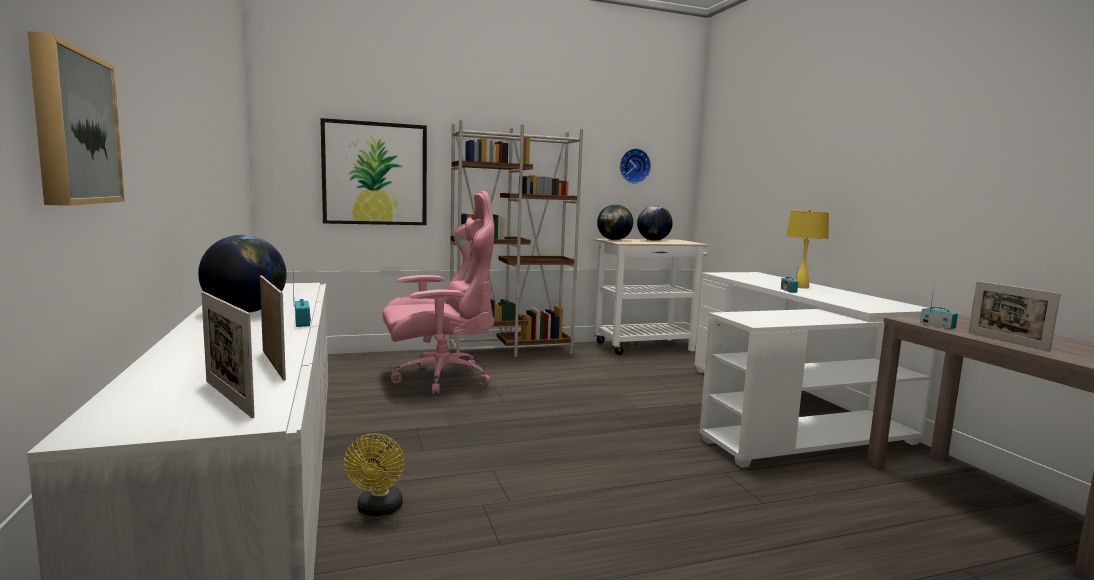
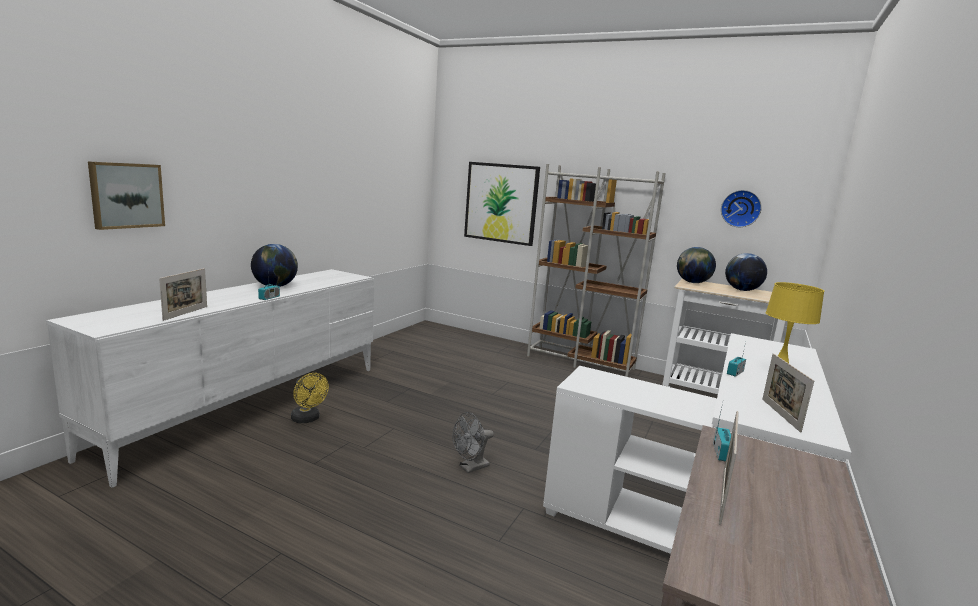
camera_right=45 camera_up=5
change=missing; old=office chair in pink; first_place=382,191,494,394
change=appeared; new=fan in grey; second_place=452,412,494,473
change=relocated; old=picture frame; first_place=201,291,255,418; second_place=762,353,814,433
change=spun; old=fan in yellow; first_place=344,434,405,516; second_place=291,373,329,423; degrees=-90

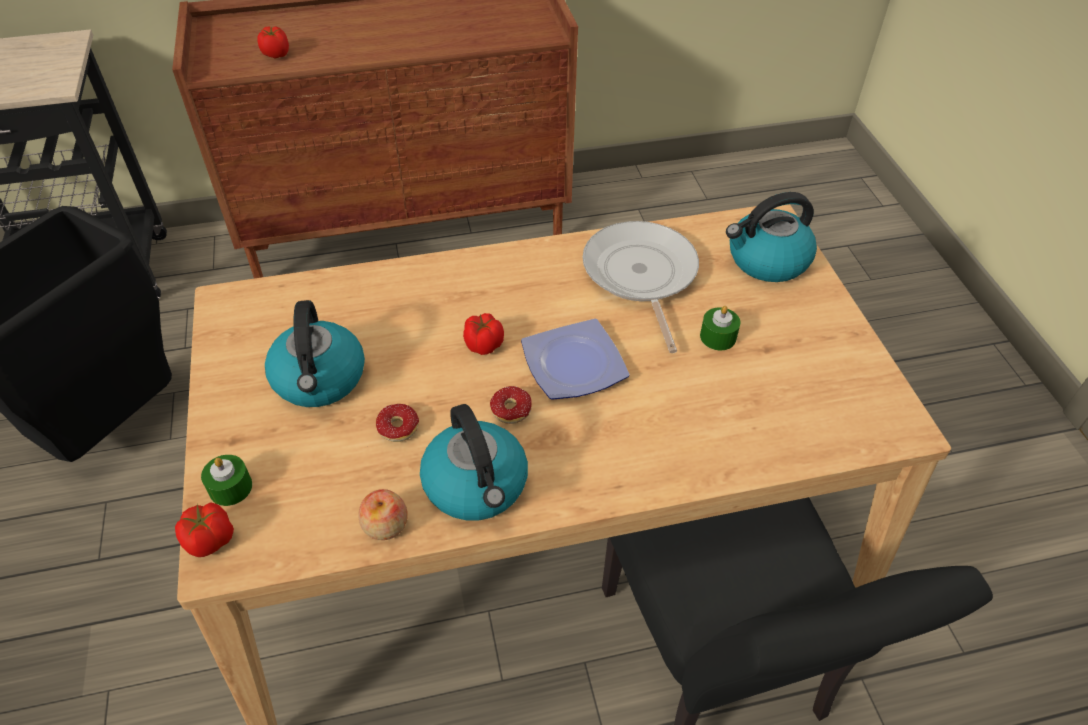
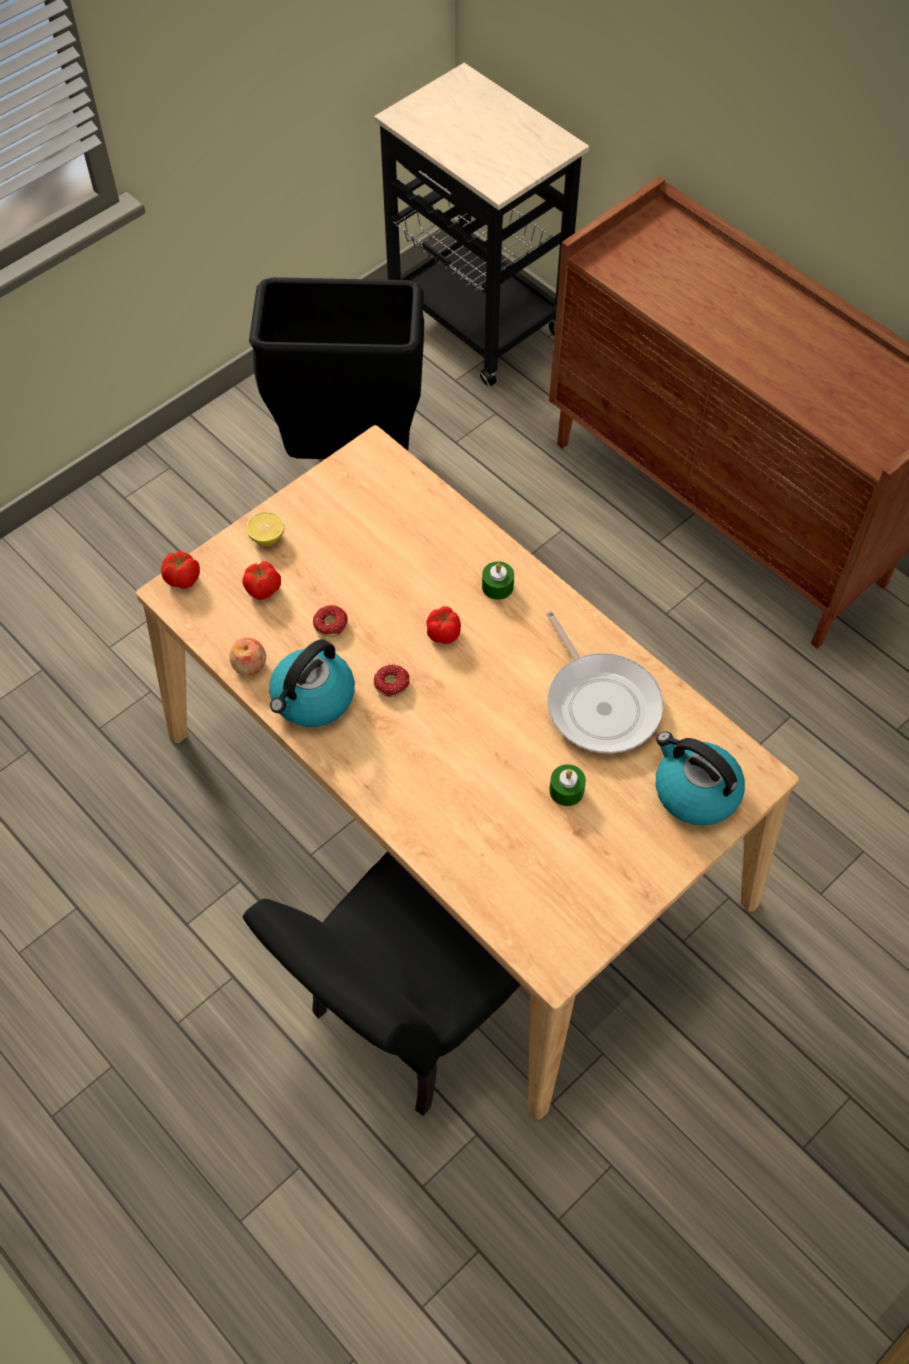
camera_right=60 camera_up=10
change=missing; old=kettle; first_place=265,300,365,407
change=missing; old=plate; first_place=521,319,630,400
change=appeared; new=lemon; second_place=246,511,284,545
change=relocated; old=candle in green; first_place=201,455,252,506; second_place=482,561,514,600
change=relocated; old=tomato; first_place=257,26,289,59; second_place=242,561,281,600
change=spun; old=frying pan; first_place=582,221,699,353; second_place=546,611,663,753; degrees=105

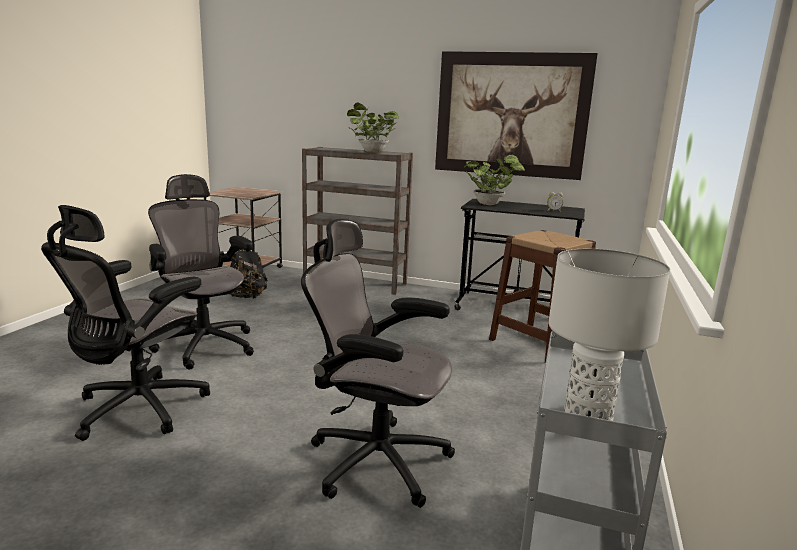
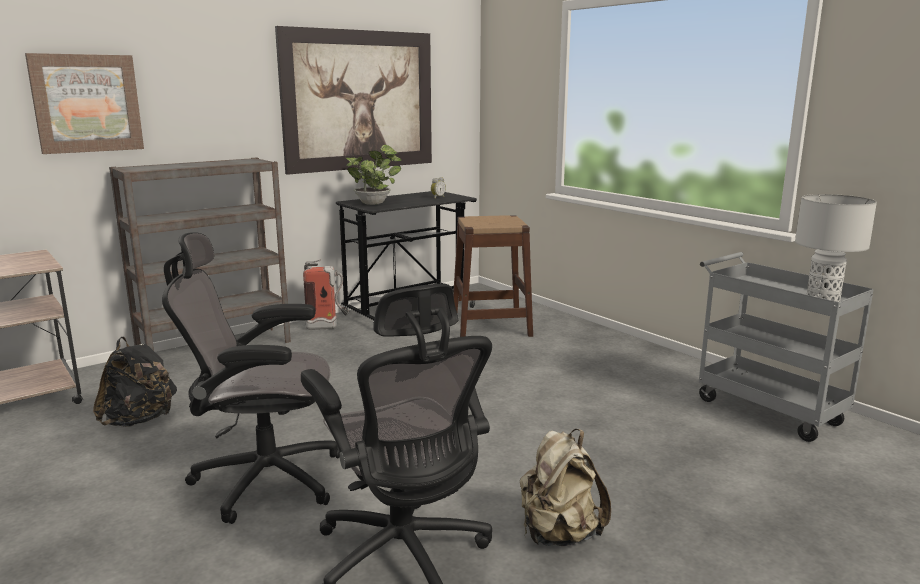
camera_right=-55 camera_up=0
change=missing; old=office chair; first_place=301,219,455,508
change=missing; old=potted plant; first_place=347,102,399,153
change=appeared; new=picture; second_place=25,53,144,154
change=appeared; new=fire extinguisher; second_place=303,260,349,330
change=appeared; new=backpack in beige; second_place=520,429,611,546

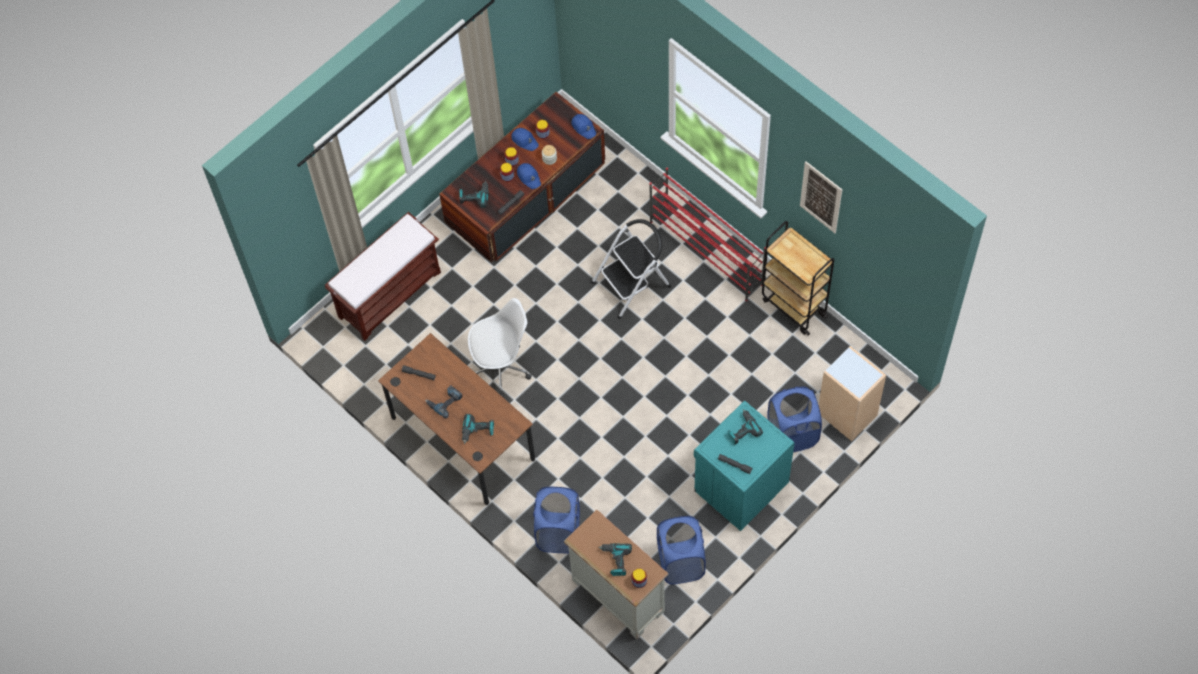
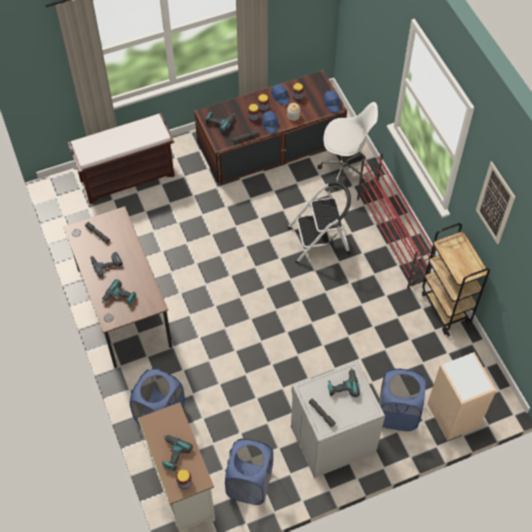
camera_right=20 camera_up=-5
change=relocated; old=office chair in white; first_place=468,298,532,398; second_place=317,102,378,189
change=colour; old=washing machine in turquoise; new=washing machine in white; first_place=694,400,795,531; second_place=291,361,385,478

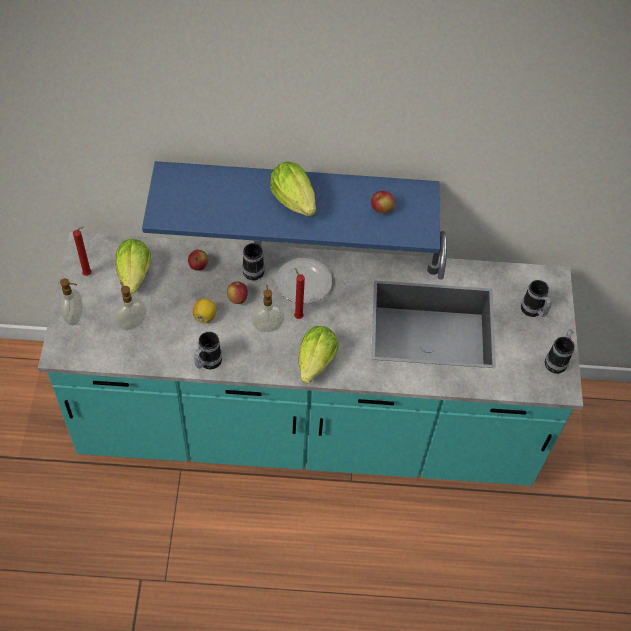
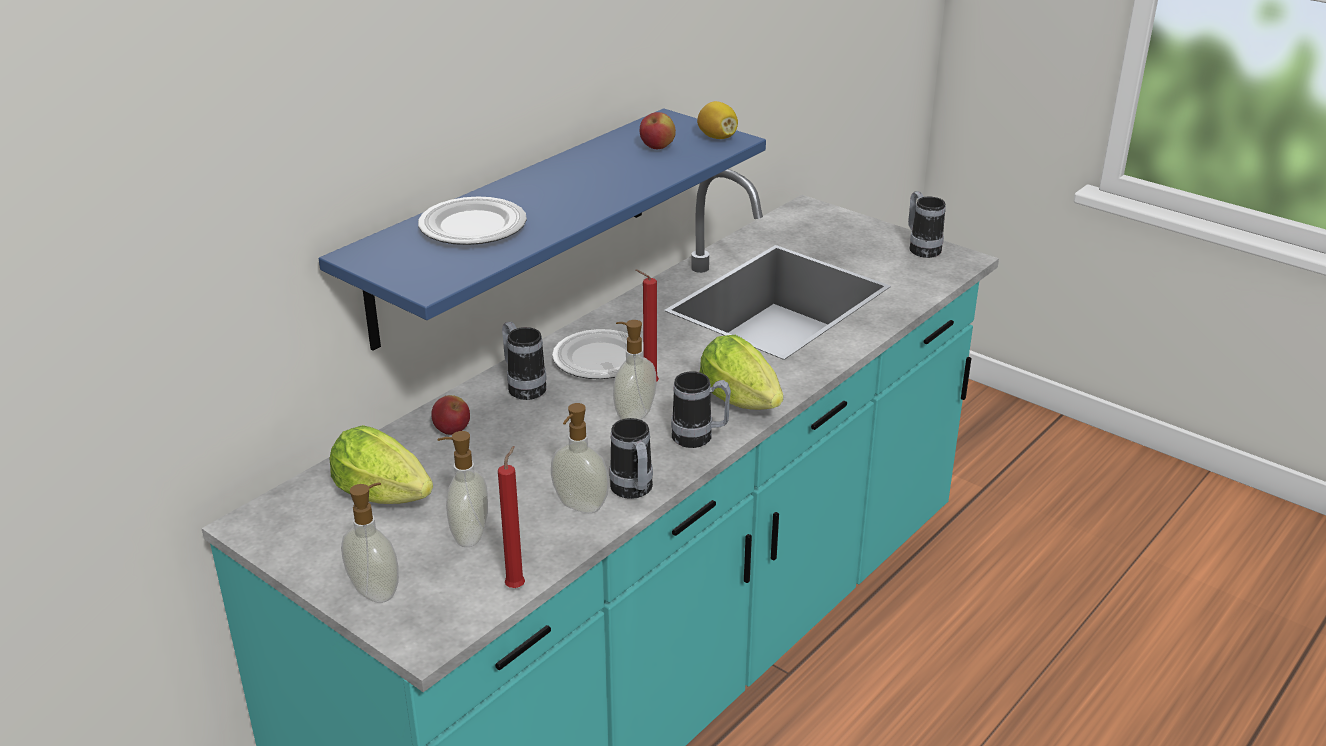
camera_right=-50 camera_up=-25
change=missing; old=apple; first_place=227,282,248,304
change=missing; old=lettuce; first_place=270,162,316,217
change=appeared; new=plate; second_place=418,196,527,245
change=appeared; new=soap dispenser; second_place=551,403,609,513
change=relocated; old=candle in red; first_place=73,226,92,276; second_place=498,446,525,588
change=relocated; old=lemon; first_place=193,299,217,324; second_place=697,101,738,139
change=relocated; old=mug; first_place=521,280,552,317; second_place=671,371,731,448

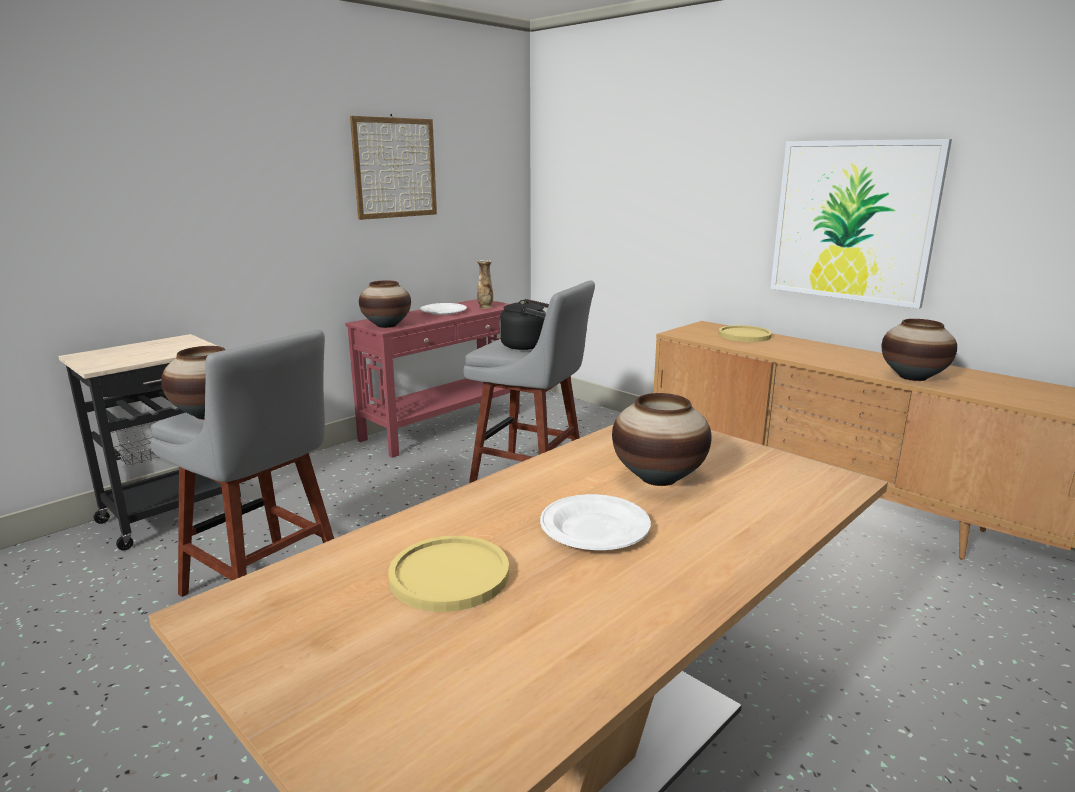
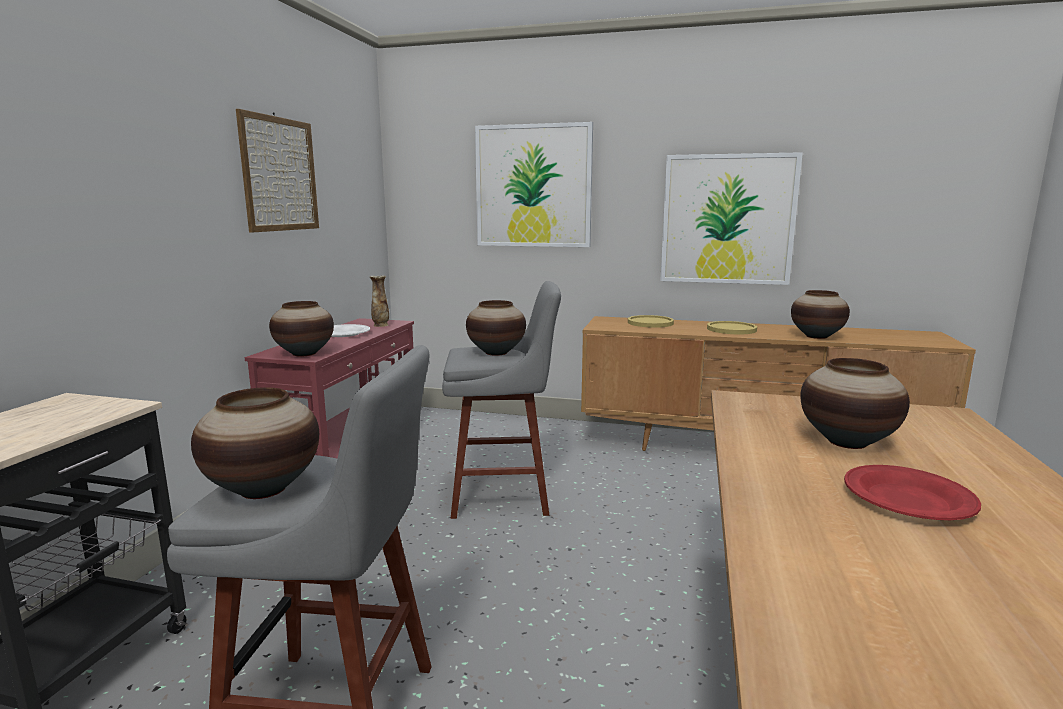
camera_right=-30 camera_up=-5
change=appeared; new=picture; second_place=475,122,593,247
change=relocated; old=plate in yellow; first_place=388,536,509,612; second_place=707,321,757,334
change=exchanged; old=kettle in black; new=vase; first_place=500,299,549,350; second_place=466,300,526,356
change=colour; old=plate in white; new=plate in red; first_place=540,494,651,550; second_place=844,465,981,520

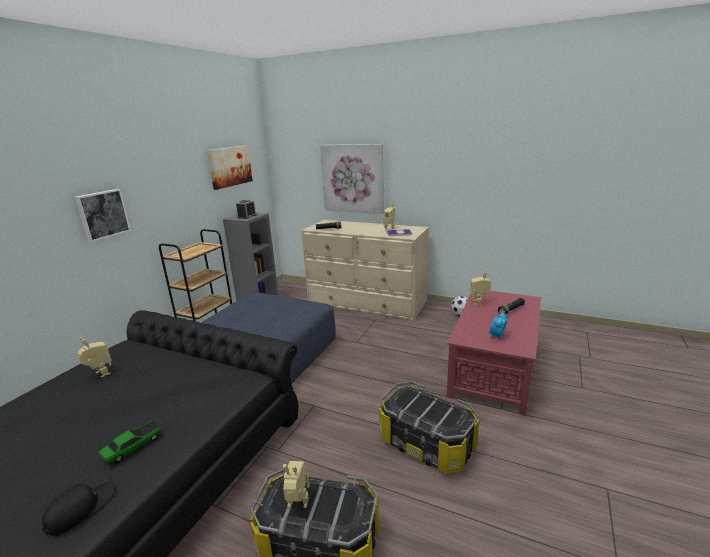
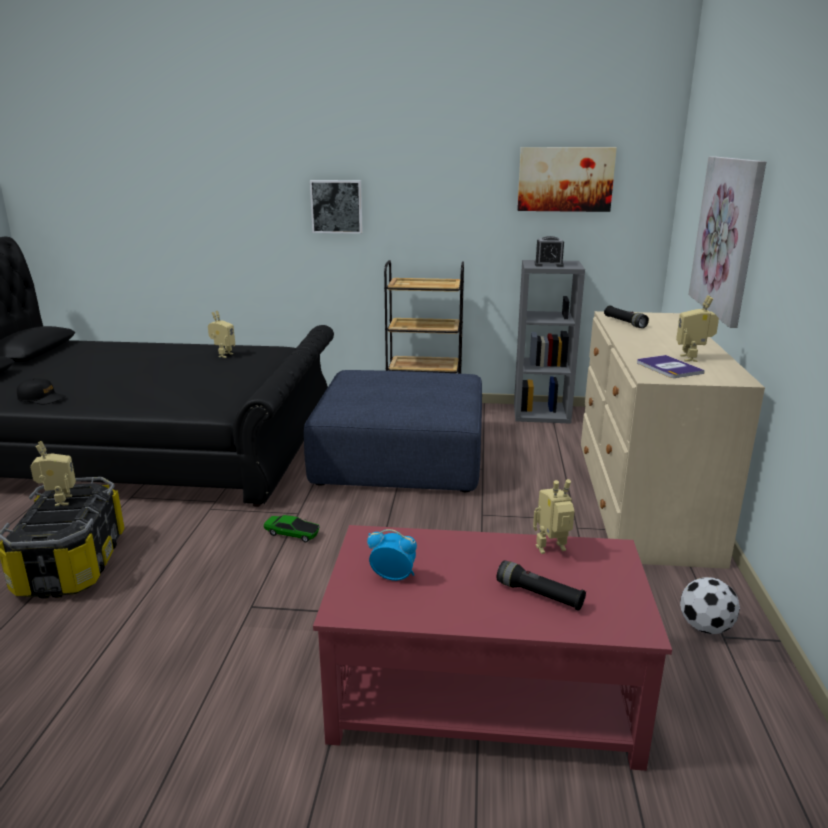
camera_right=70 camera_up=0
change=missing; old=storage box; first_place=379,382,479,474
change=relocated; old=toy car; first_place=99,421,160,463; second_place=263,515,319,542

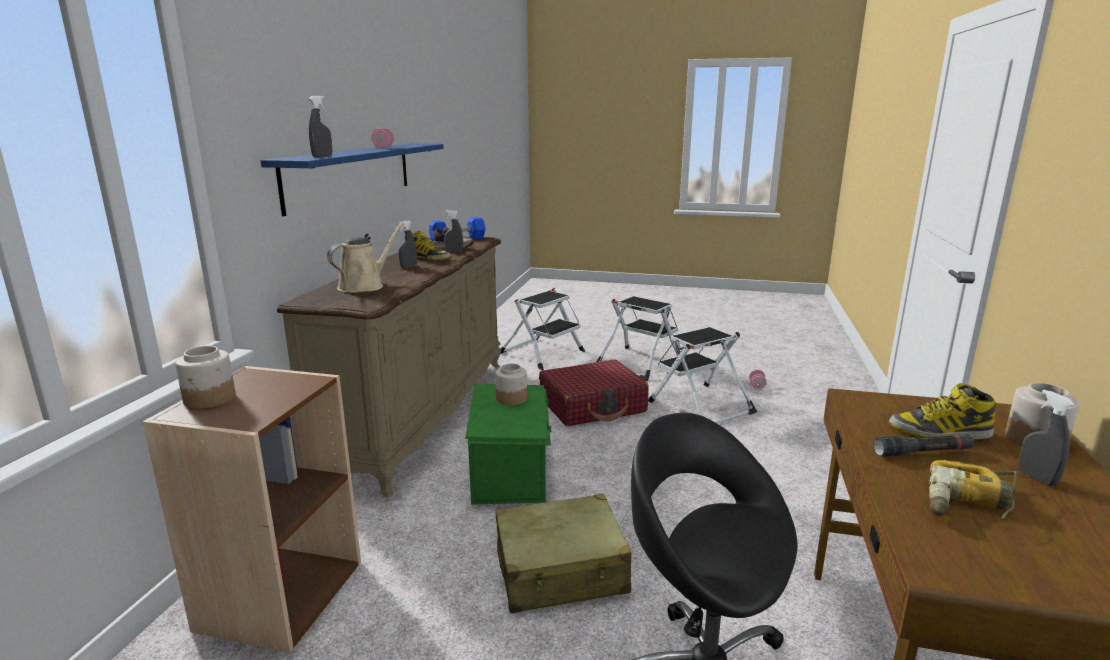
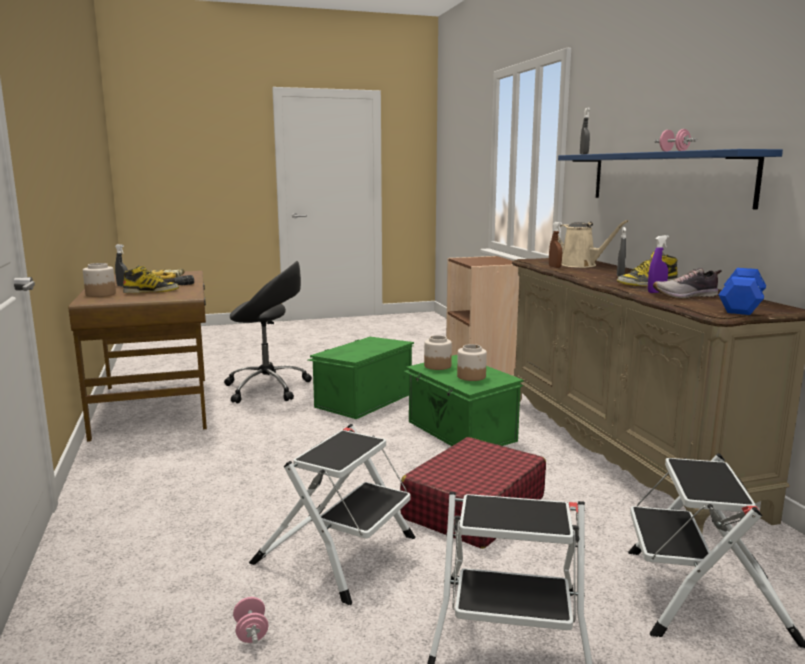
camera_right=150 camera_up=-5
change=appeared; new=spray bottle in brown; second_place=549,222,562,268
change=relocated; old=jar; first_place=175,346,235,409; second_place=424,335,452,370
change=exchanged; old=suitcase in beige; new=storage box in green; first_place=495,494,631,613; second_place=308,337,414,419
change=colour; old=spray bottle in grey; new=spray bottle in purple; first_place=444,210,463,253; second_place=648,235,669,293
change=spun; old=watering can in beige; first_place=327,223,404,293; second_place=558,220,629,268; degrees=-45

